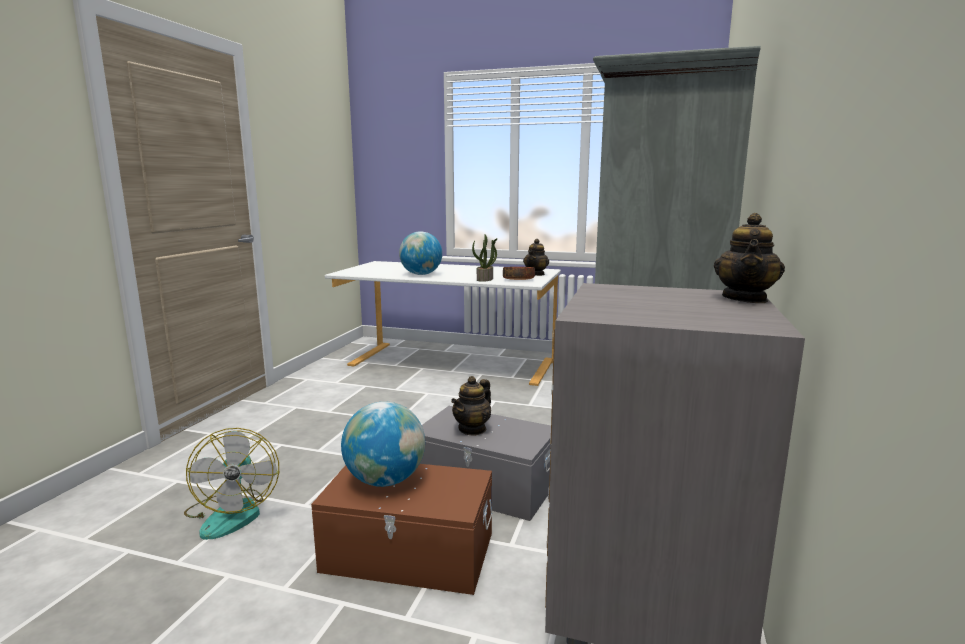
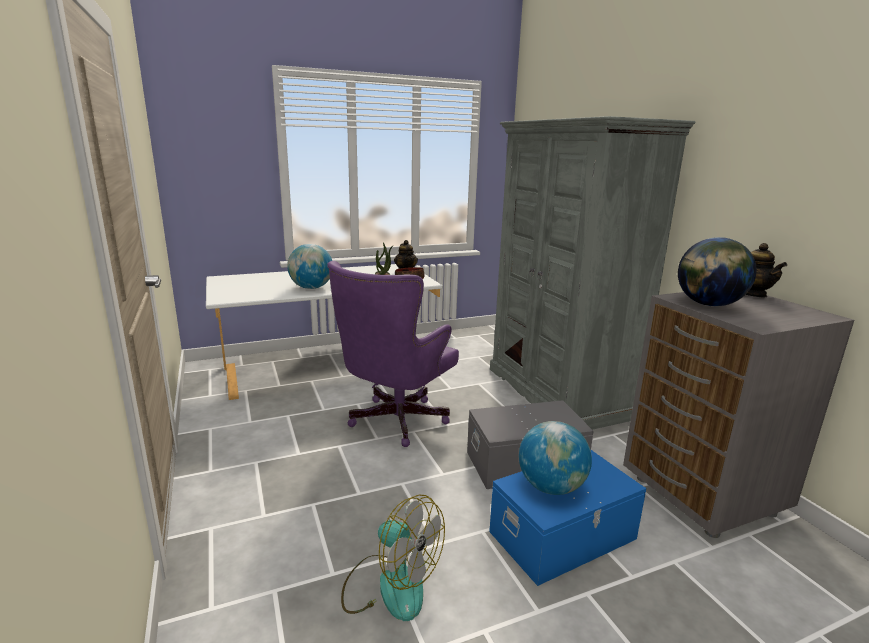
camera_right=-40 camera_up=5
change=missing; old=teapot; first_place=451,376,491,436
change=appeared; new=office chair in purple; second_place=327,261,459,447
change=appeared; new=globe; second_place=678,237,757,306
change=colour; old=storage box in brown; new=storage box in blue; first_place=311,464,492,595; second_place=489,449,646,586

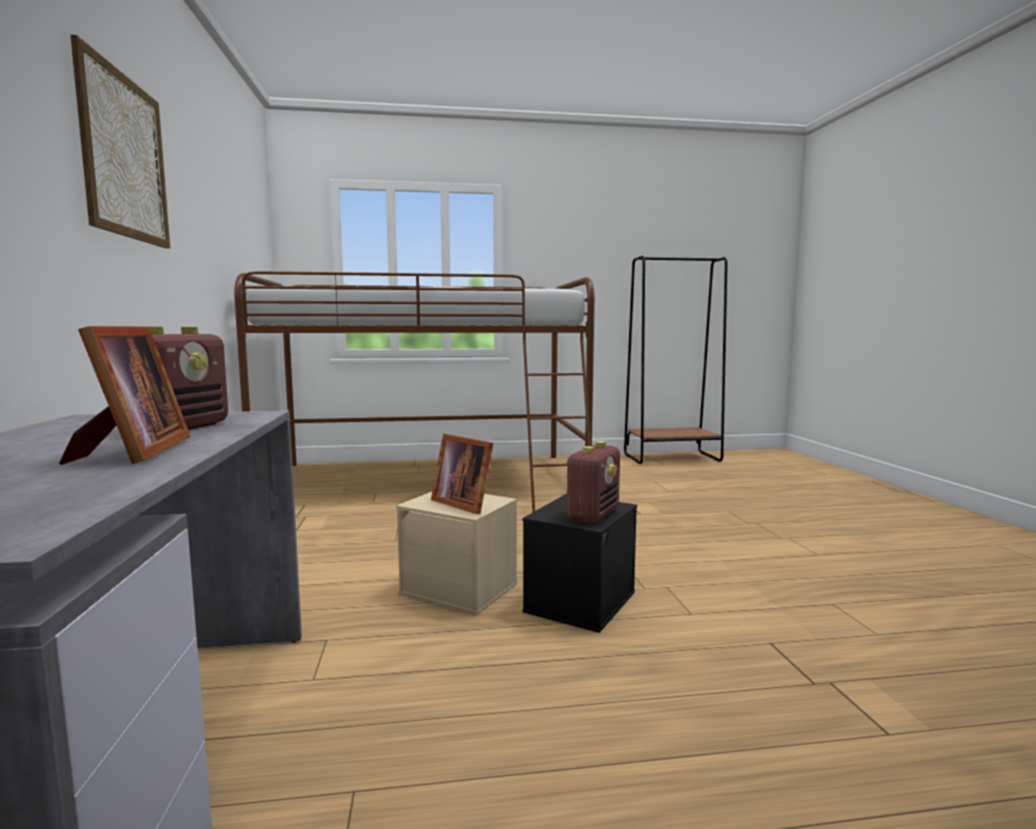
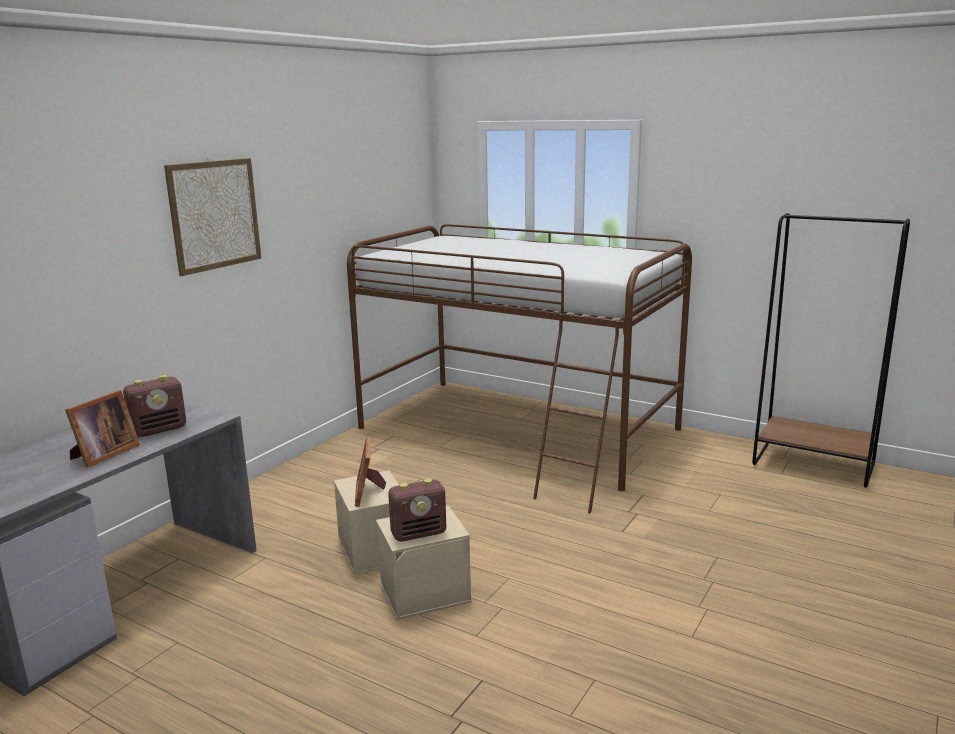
camera_right=40 camera_up=10
change=colour; old=storage box in black; new=storage box in beige; first_place=522,494,637,633; second_place=376,506,472,620

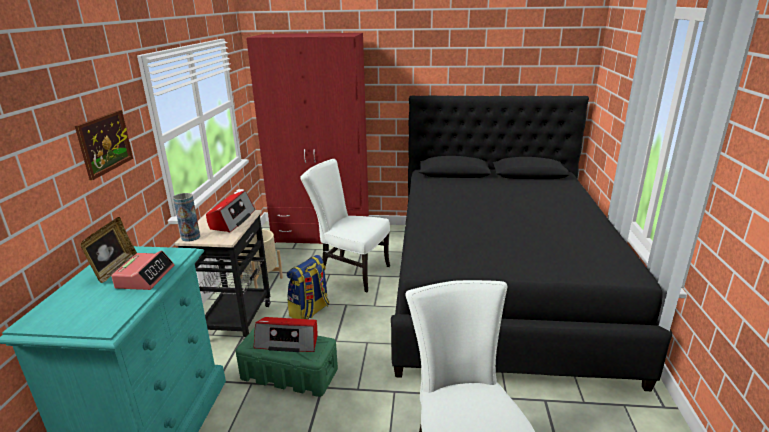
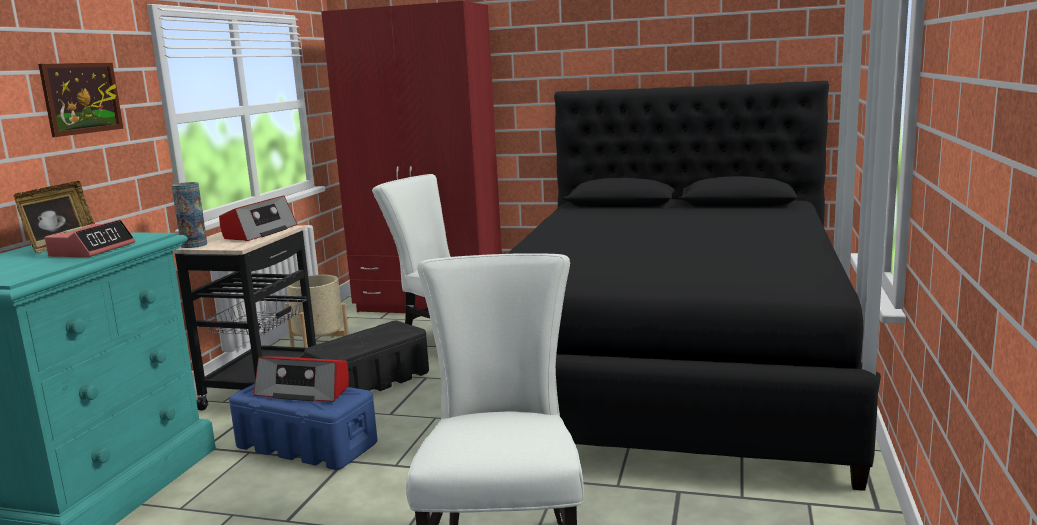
camera_right=10 camera_up=-10
change=exchanged; old=backpack; new=storage box in black; first_place=287,255,329,319; second_place=304,321,429,391
change=colour; old=storage box in green; new=storage box in blue; first_place=236,327,338,397; second_place=229,384,378,470

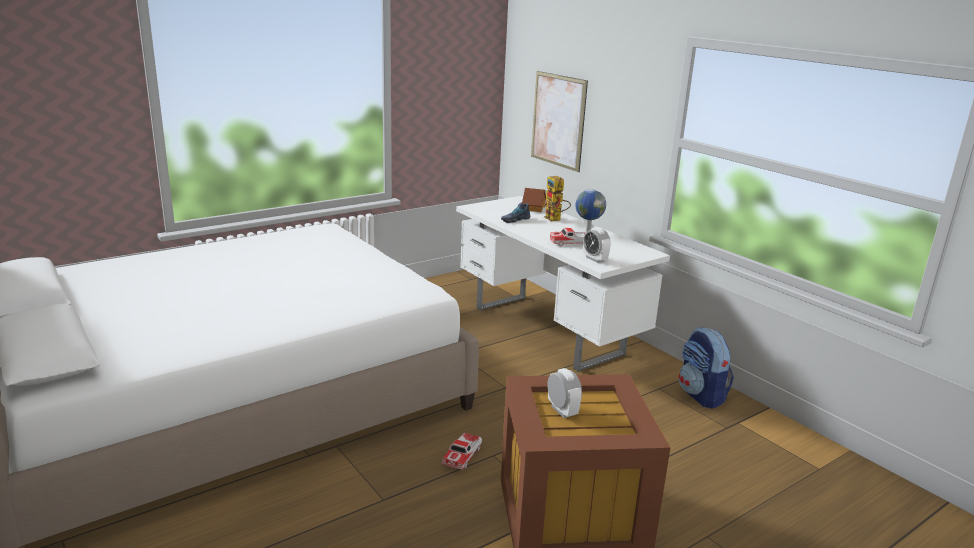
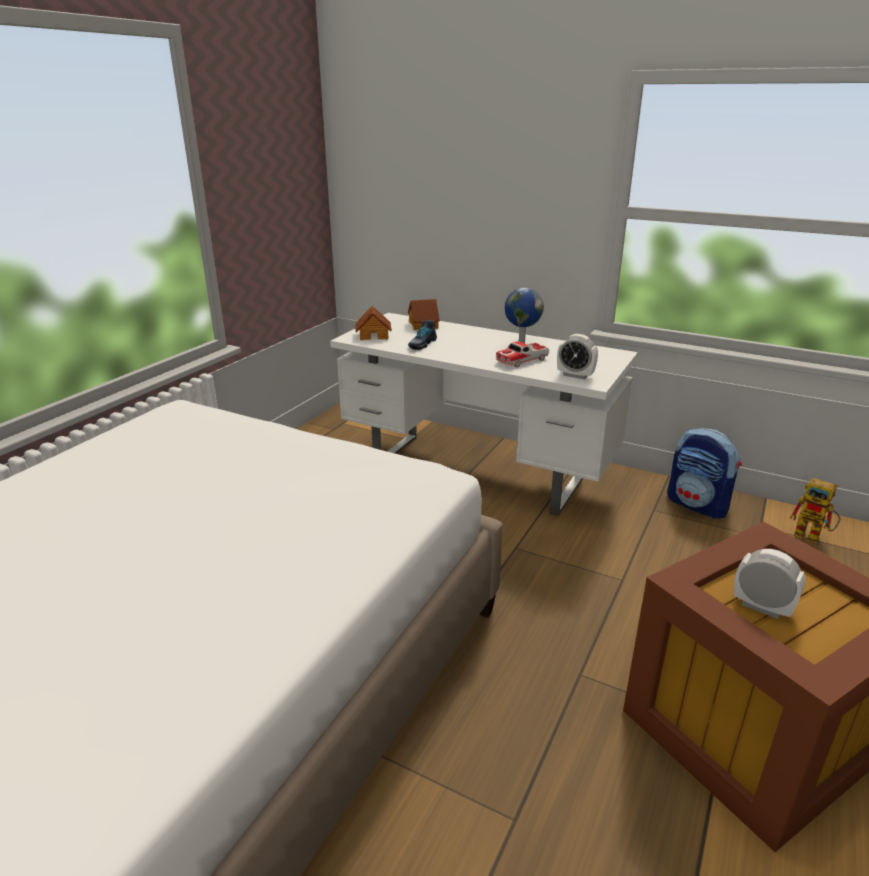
camera_right=-25 camera_up=5
change=missing; old=toy car; first_place=442,433,482,470
change=missing; old=picture; first_place=531,71,588,172
change=appeared; new=toy house; second_place=356,306,392,340
change=relocated; old=toy robot; first_place=544,176,571,222; second_place=789,478,840,543

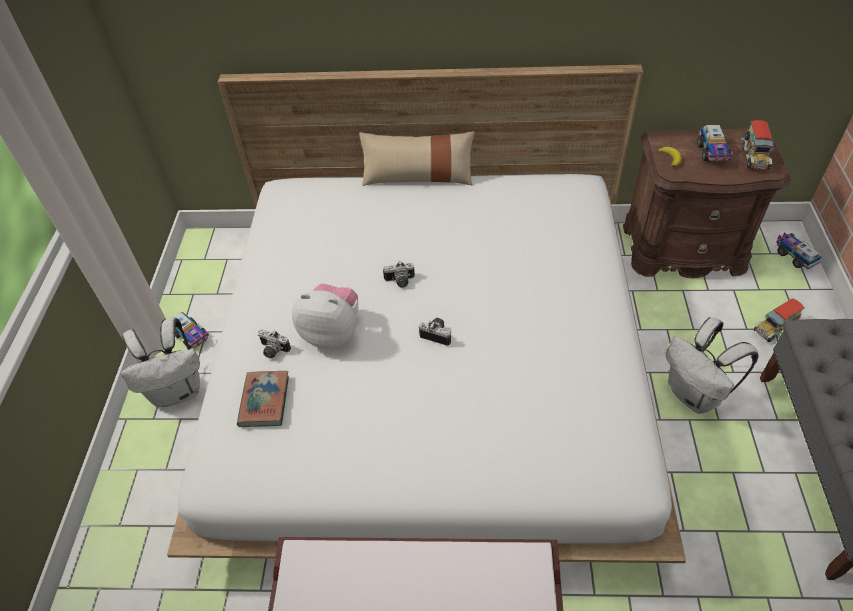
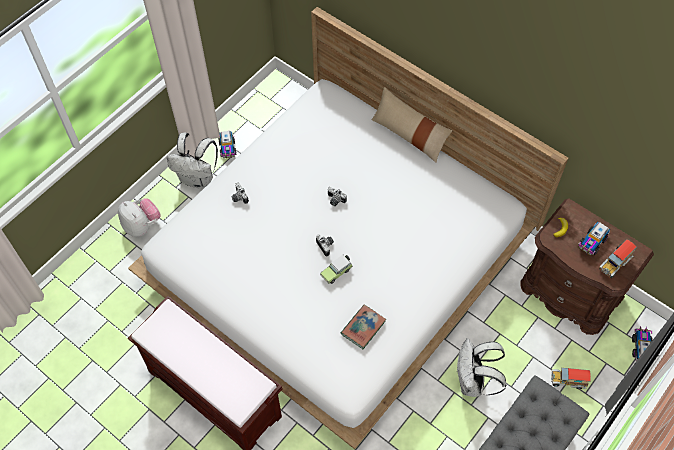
camera_right=35 camera_up=10
change=appeared; new=toy car; second_place=320,255,353,284
change=relocated; old=book; first_place=237,371,289,427; second_place=341,305,386,349
change=relocated; old=plush toy; first_place=292,284,359,349; second_place=118,198,161,237

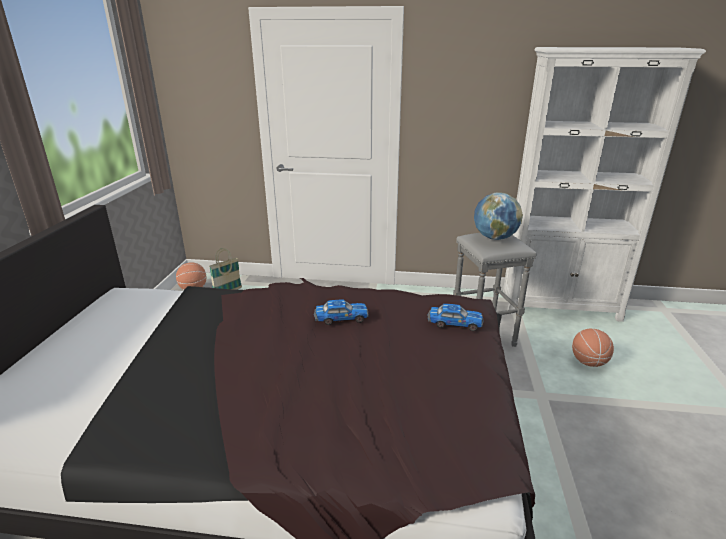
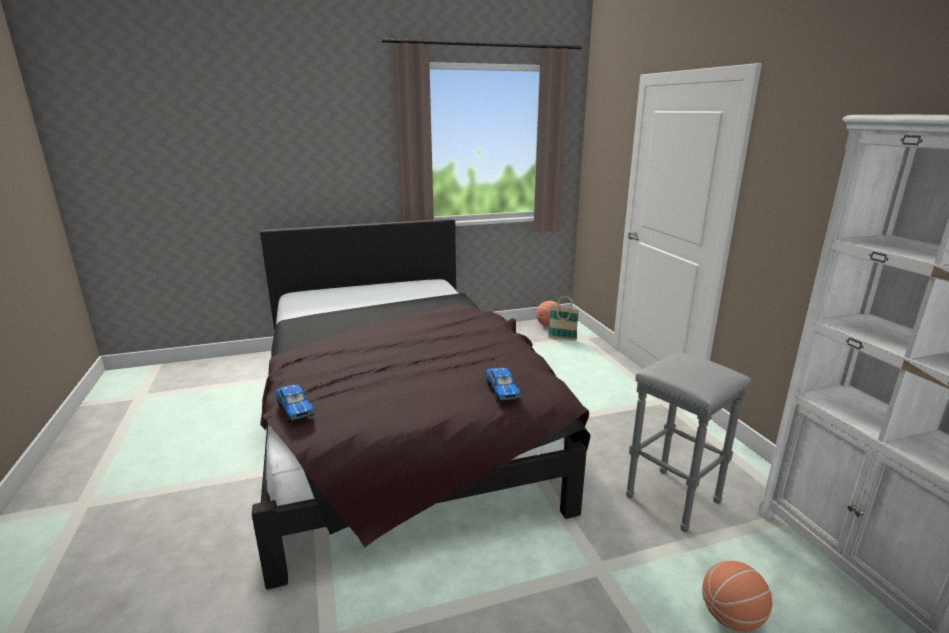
camera_right=65 camera_up=-5
change=missing; old=globe; first_place=474,192,523,240
change=relocated; old=toy car; first_place=314,299,368,325; second_place=276,385,315,422

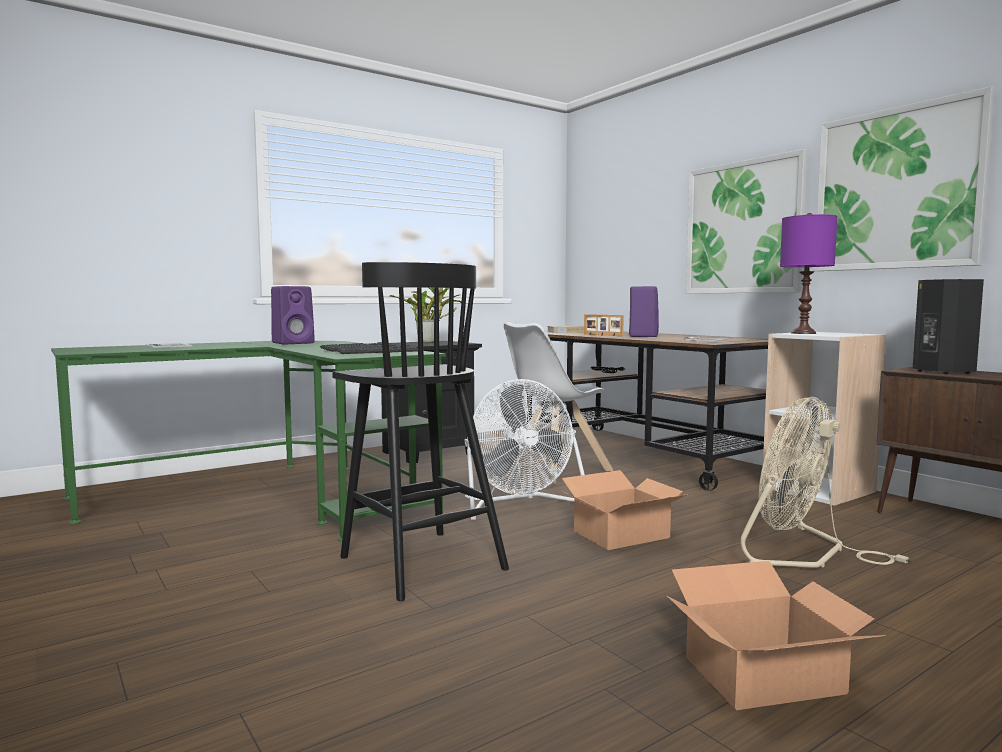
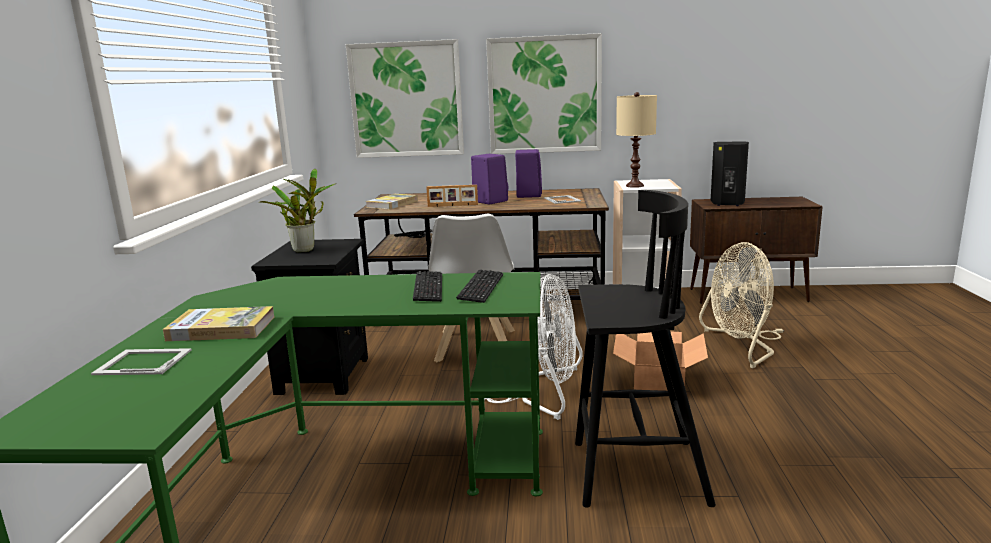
camera_right=-50 camera_up=10
change=missing; old=cardboard box; first_place=667,561,886,710
change=appeared; new=book; second_place=163,306,274,341
change=relocated; old=speaker in purple; first_place=271,286,315,344; second_place=515,149,542,198
change=relocated; old=picture; first_place=814,86,995,271; second_place=346,39,464,158
change=colour; old=table lamp in purple; new=table lamp in beige; first_place=780,213,838,334; second_place=616,92,657,188

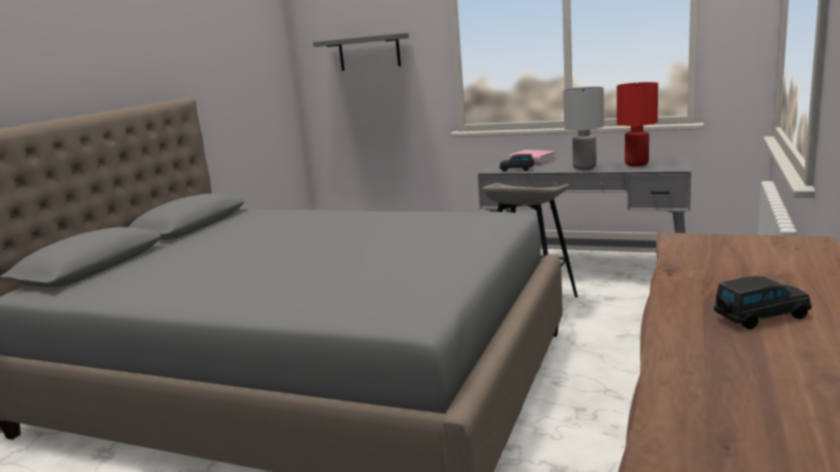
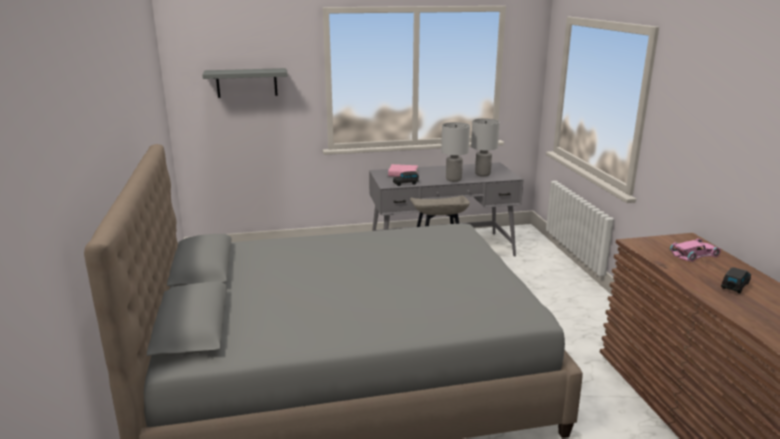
camera_right=-35 camera_up=5
change=appeared; new=toy car in pink; second_place=670,238,721,262
change=colour; old=table lamp in red; new=table lamp in grey; first_place=617,82,658,166; second_place=471,118,500,177

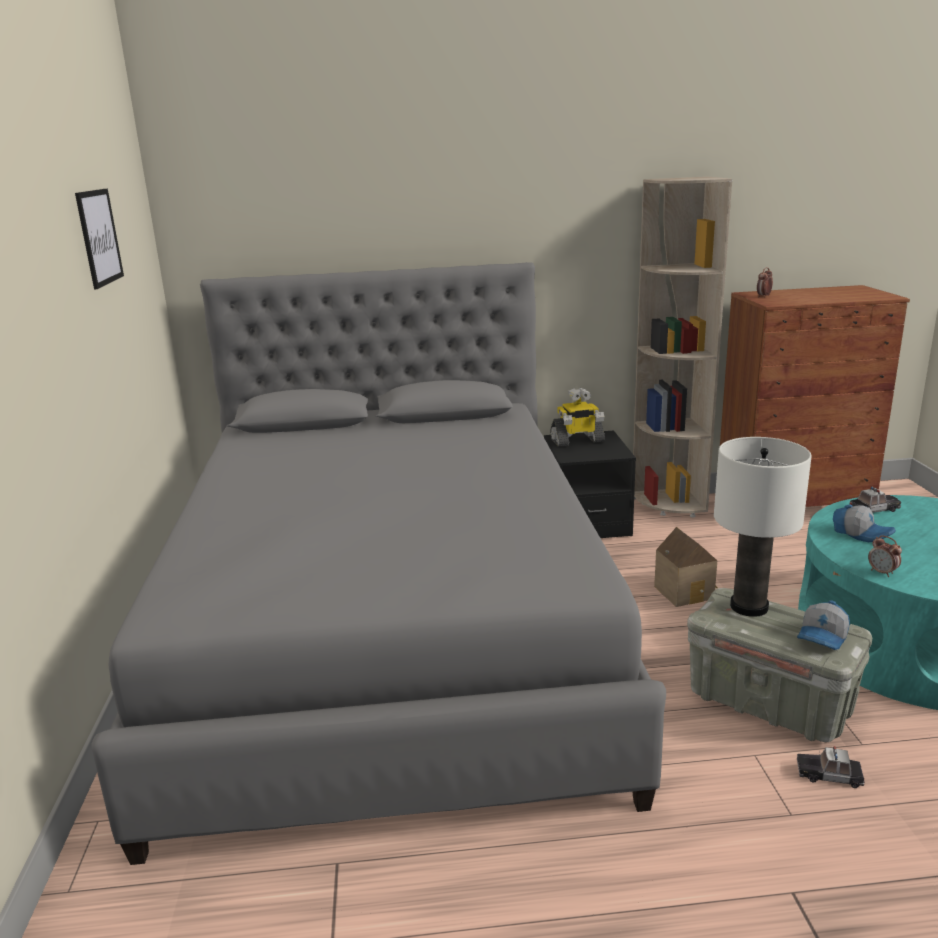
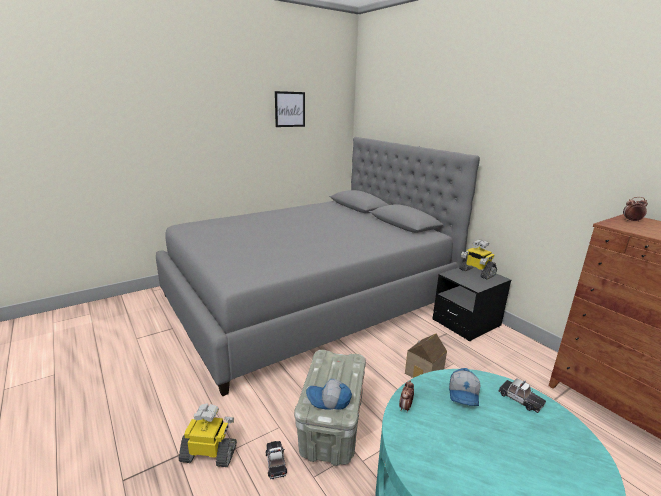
camera_right=60 camera_up=0
change=missing; old=bookcase in beige; first_place=633,176,732,518
change=missing; old=table lamp in white; first_place=714,437,812,617
change=appeared; new=toy robot; second_place=179,403,237,467

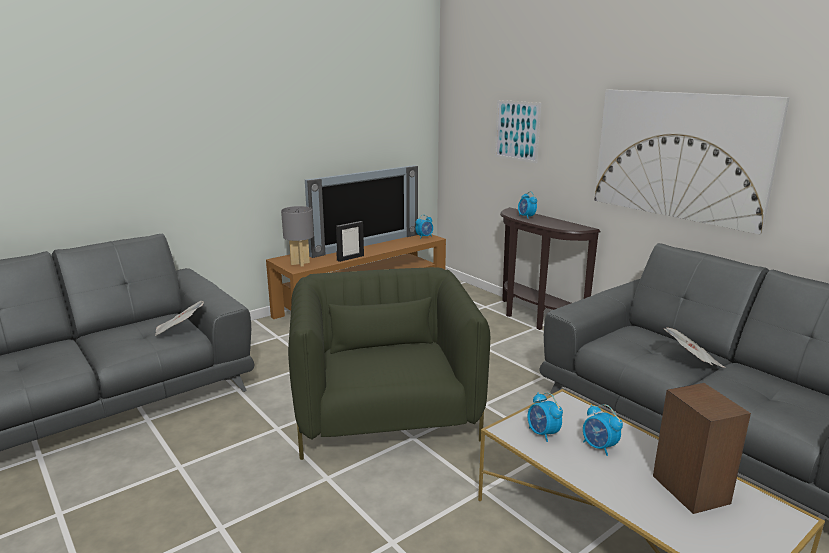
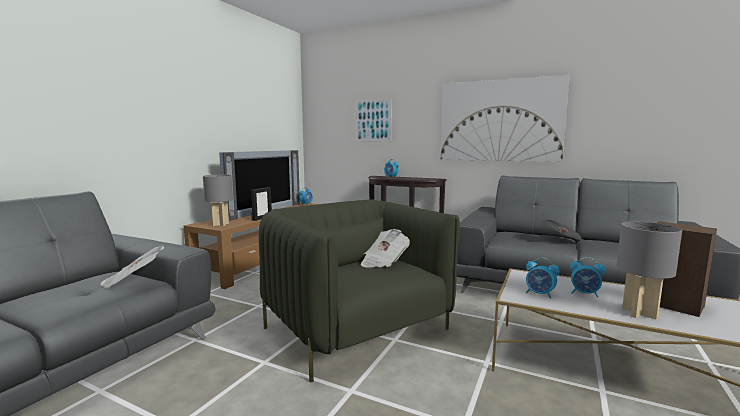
camera_right=-25 camera_up=-10
change=appeared; new=newspaper; second_place=361,229,410,268
change=appeared; new=table lamp in grey; second_place=616,222,682,319

